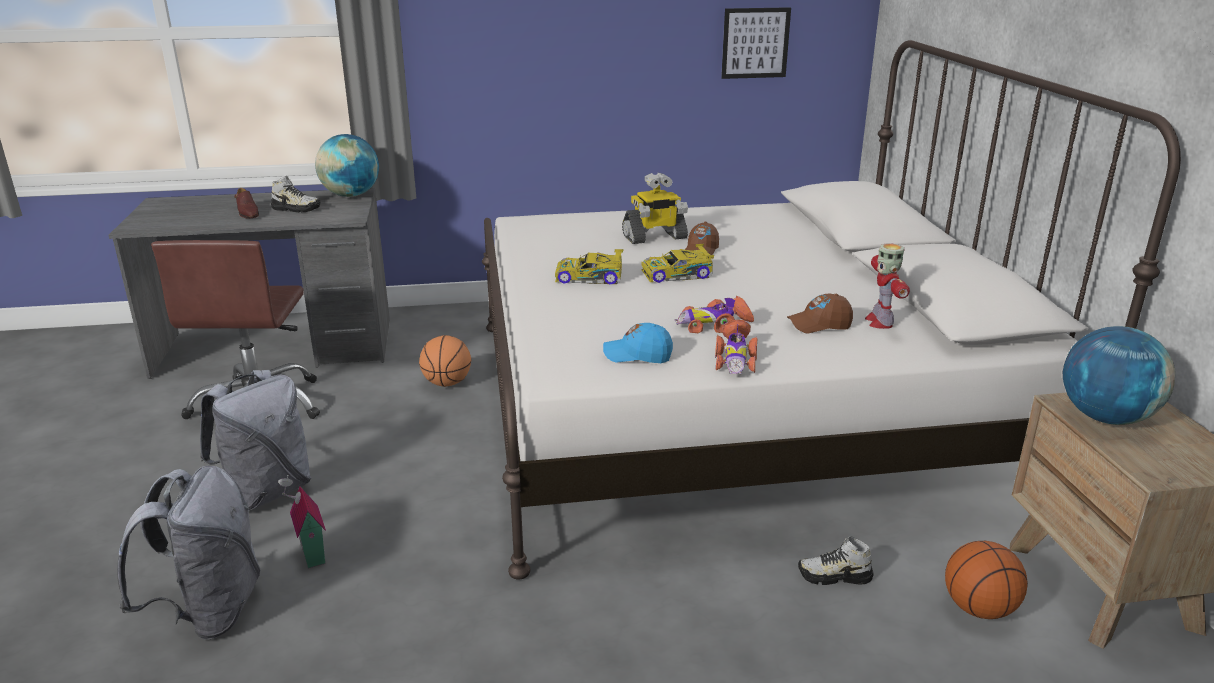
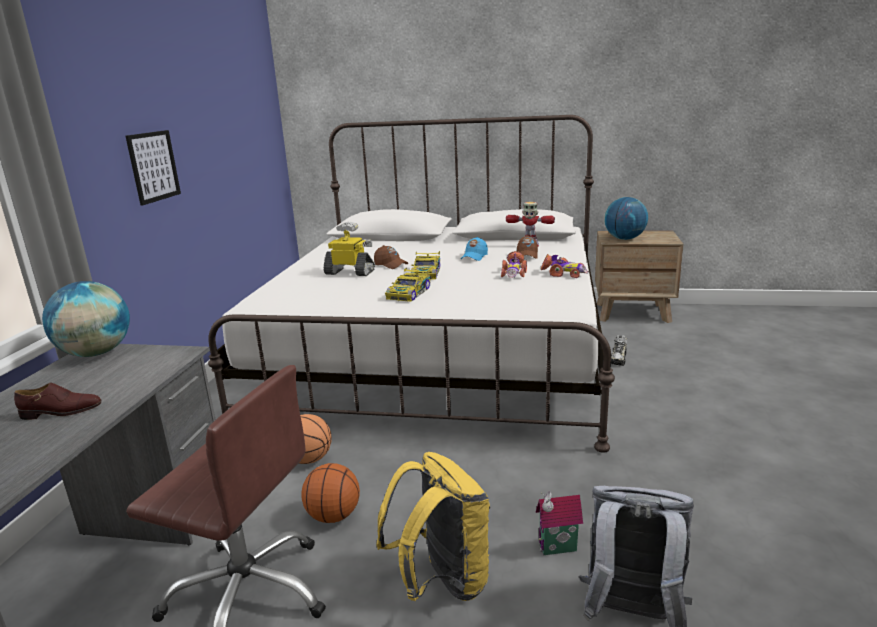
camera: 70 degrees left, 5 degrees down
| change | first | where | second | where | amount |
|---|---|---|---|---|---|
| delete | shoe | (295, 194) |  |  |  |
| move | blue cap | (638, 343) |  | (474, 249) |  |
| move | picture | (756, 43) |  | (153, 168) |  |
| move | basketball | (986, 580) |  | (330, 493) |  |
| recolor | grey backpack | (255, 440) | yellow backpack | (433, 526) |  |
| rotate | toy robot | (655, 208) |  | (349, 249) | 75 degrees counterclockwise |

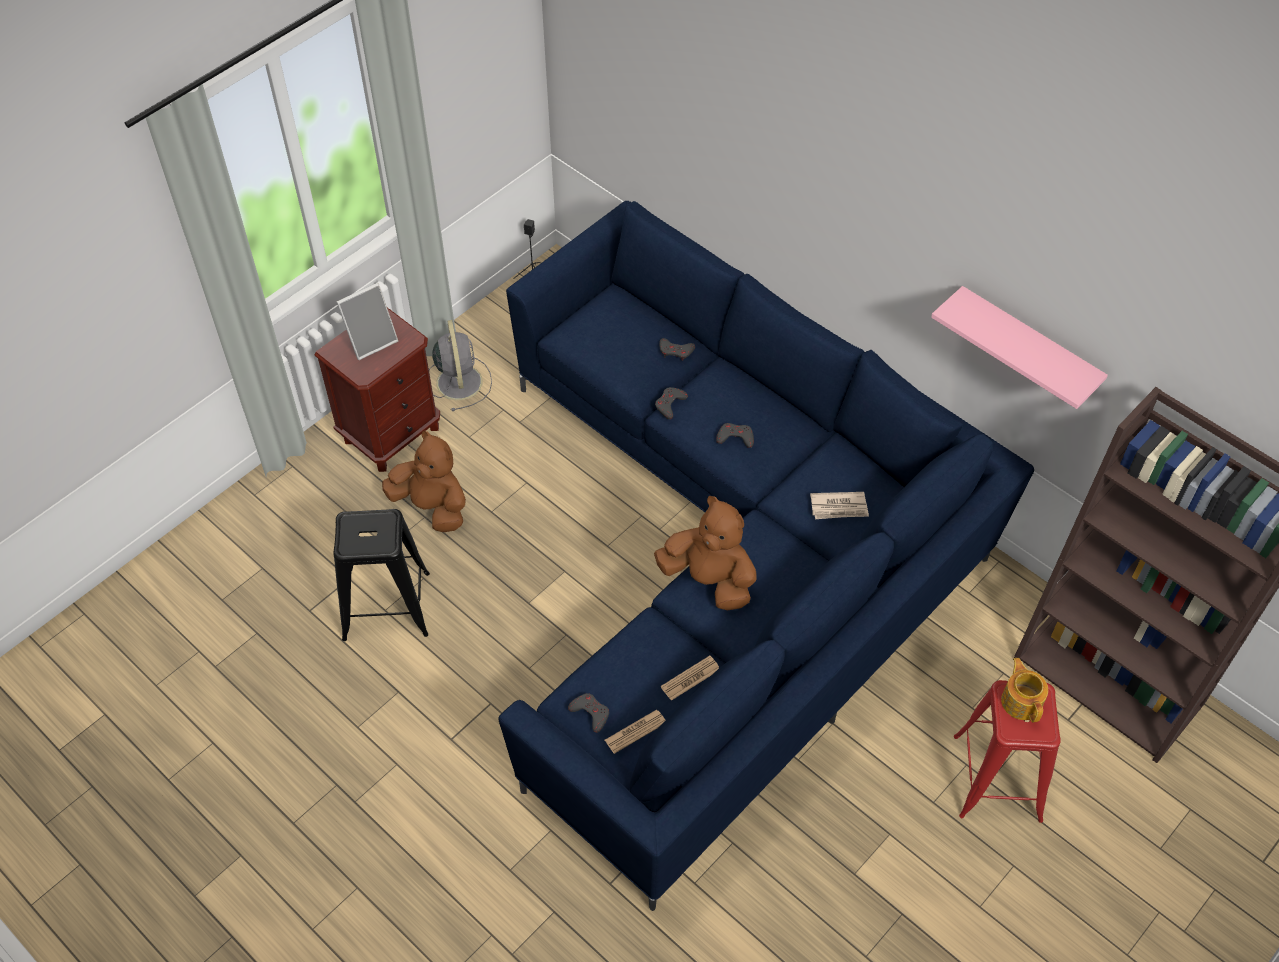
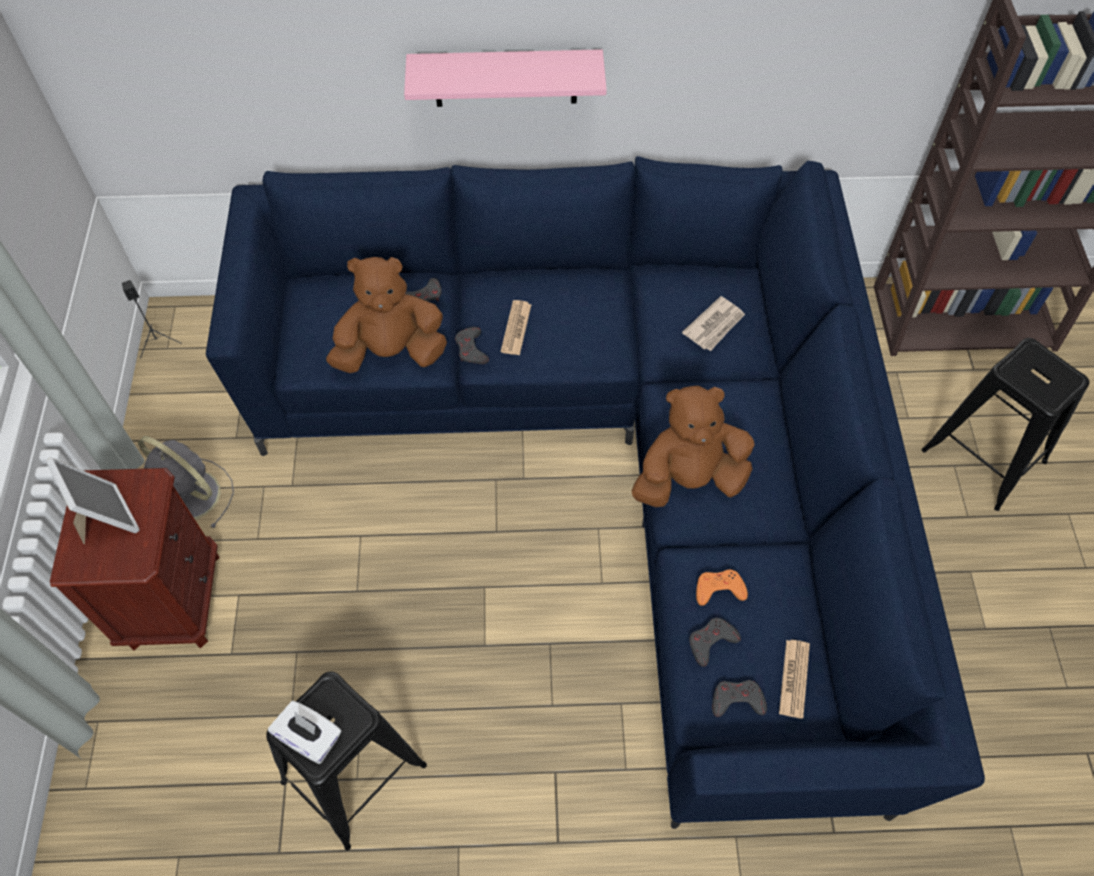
camera: 45 degrees left, 5 degrees up
| change | first | where | second | where | amount |
|---|---|---|---|---|---|
| delete | teapot | (1024, 690) |  |  |  |
| insert |  |  | white tissue box | (304, 732) |  |
| insert |  |  | orange game controller | (722, 587) |  |
| move | brown plush toy | (424, 481) |  | (386, 315) |  |
| move | newspaper | (690, 678) |  | (516, 327) |  |
| move | grey game controller | (735, 435) |  | (715, 642) |  |
| move | pink shelf | (1019, 347) |  | (505, 78) |  |
| recolor | red stool | (1007, 751) | black stool | (1005, 424) |  |
| rotate | picture frame | (367, 321) |  | (93, 500) | 45 degrees counterclockwise |

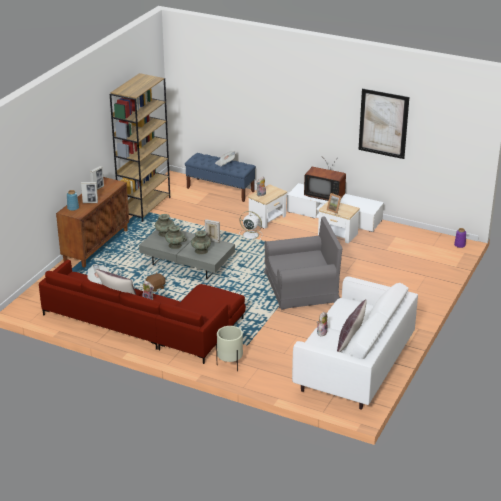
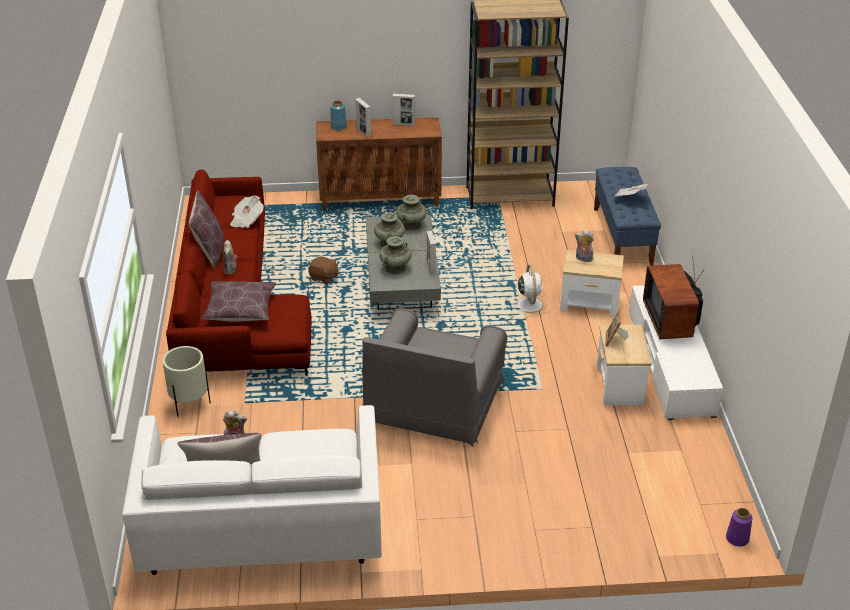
camera: 60 degrees right, 5 degrees up
| change | first | where | second | where | amount |
|---|---|---|---|---|---|
| delete | picture | (383, 123) |  |  |  |
| insert |  |  | brown pillow | (238, 301) |  |
| rotate | grey armchair | (303, 263) |  | (434, 377) | 60 degrees clockwise |

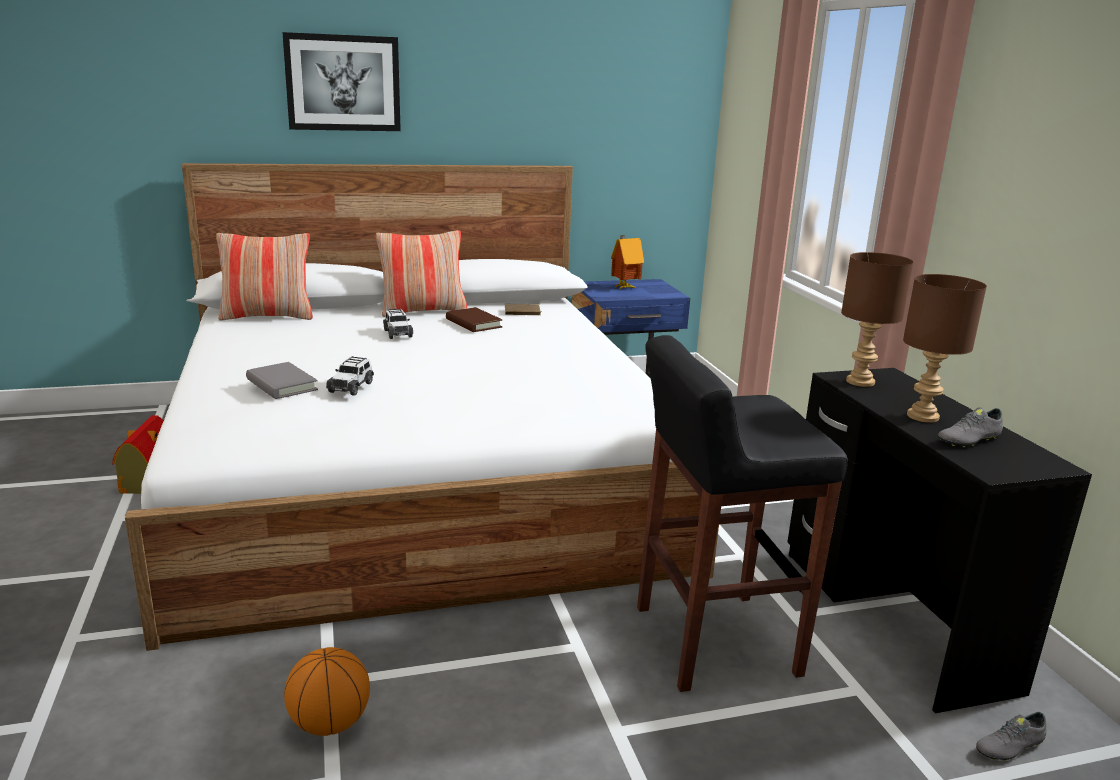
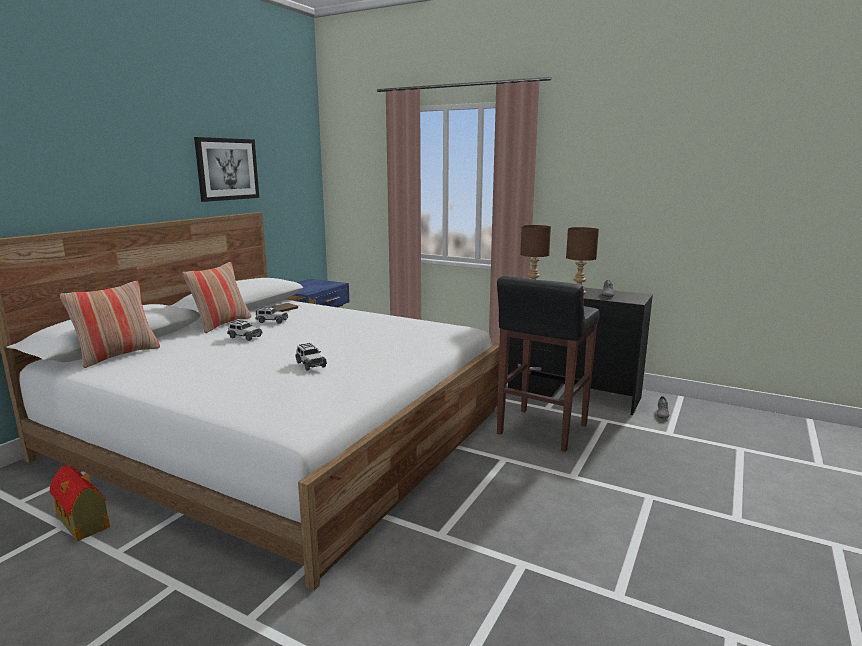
camera: 45 degrees left, 5 degrees down
| change | first | where | second | where | amount |
|---|---|---|---|---|---|
| delete | grey book | (282, 380) |  |  |  |
| delete | basketball | (327, 691) |  |  |  |
| delete | toy house | (627, 262) |  |  |  |
| move | picture | (341, 81) |  | (226, 169) |  |
| replace | brown book | (474, 319) | toy car | (271, 315) |  |

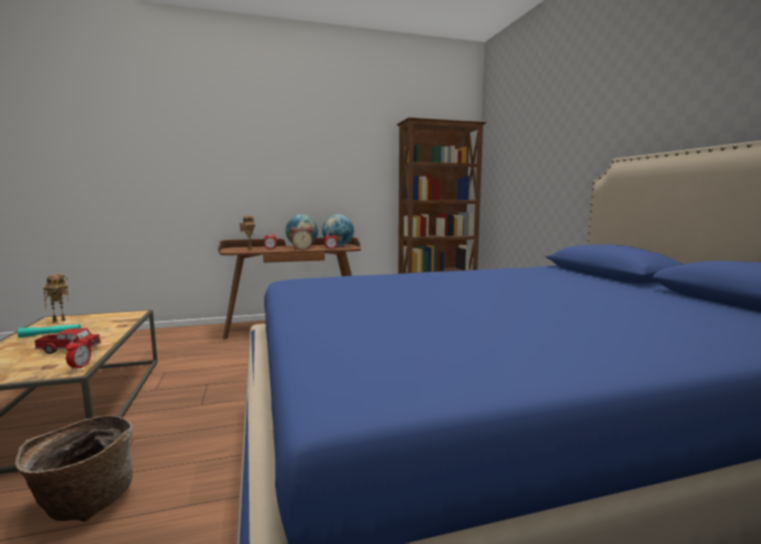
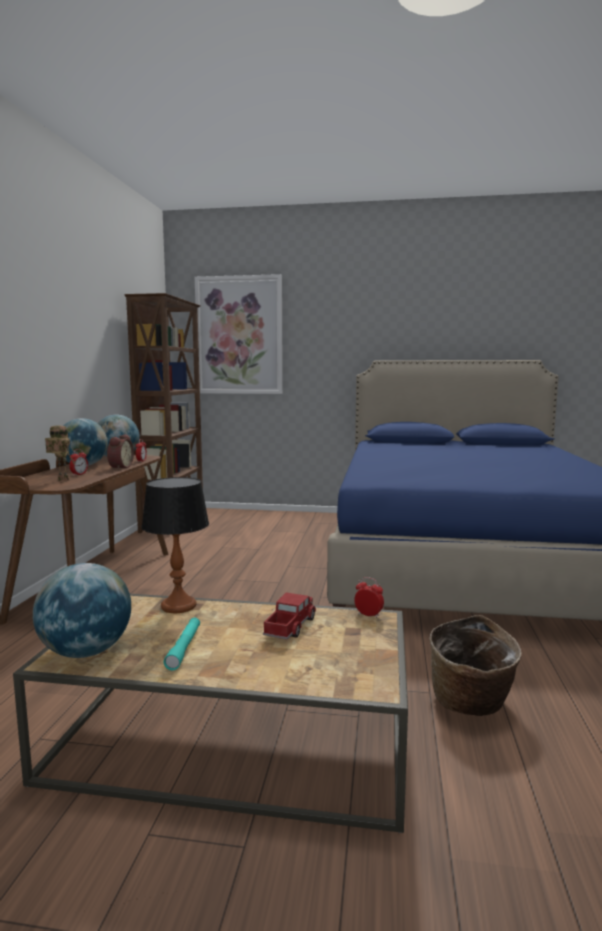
camera: 65 degrees left, 0 degrees up
| change | first | where | second | where | amount |
|---|---|---|---|---|---|
| insert |  |  | table lamp | (175, 545) |  |
| insert |  |  | picture | (239, 334) |  |
| replace | toy robot | (56, 298) | globe | (82, 610) |  |

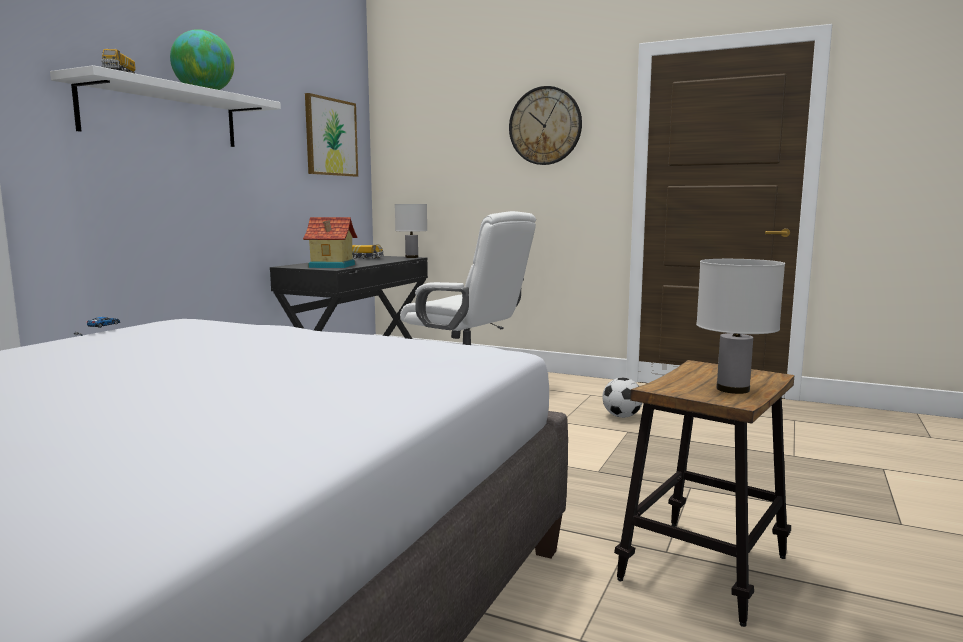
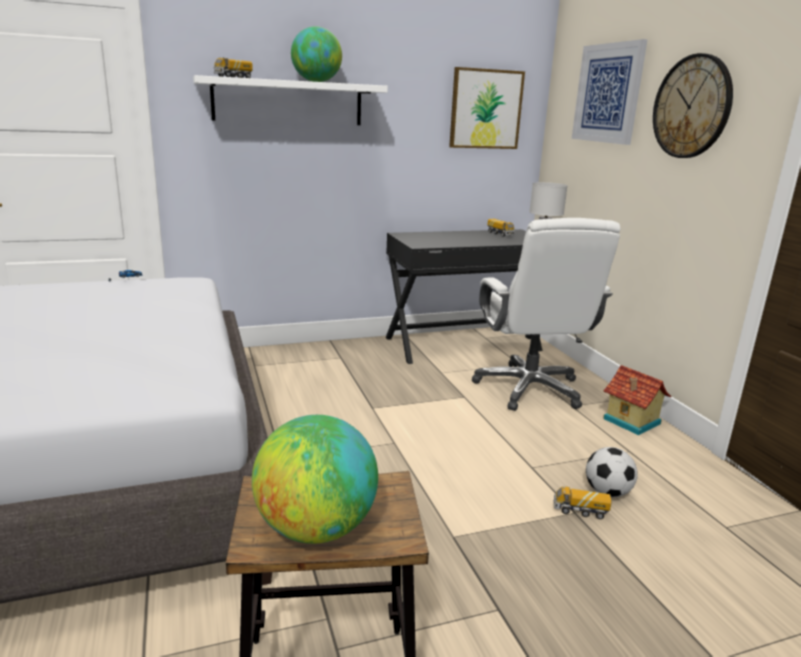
camera: 45 degrees right, 10 degrees up
| change | first | where | second | where | amount |
|---|---|---|---|---|---|
| insert |  |  | toy truck | (583, 502) |  |
| insert |  |  | picture | (610, 92) |  |
| move | toy house | (330, 242) |  | (637, 400) |  |
| replace | white table lamp | (740, 326) | globe | (315, 479) |  |

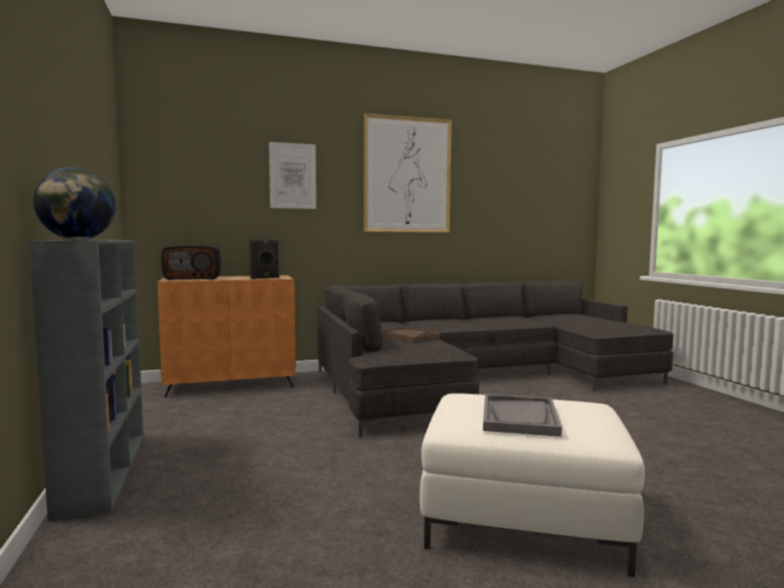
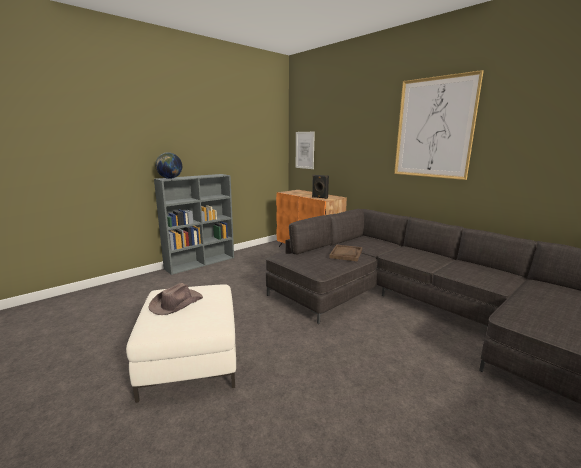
camera: 65 degrees right, 10 degrees up
| change | first | where | second | where | amount |
|---|---|---|---|---|---|
| delete | radio | (191, 262) |  |  |  |
| move | picture | (292, 175) |  | (305, 150) |  |
| replace | grey tray | (522, 415) | brown hat | (175, 299) |  |

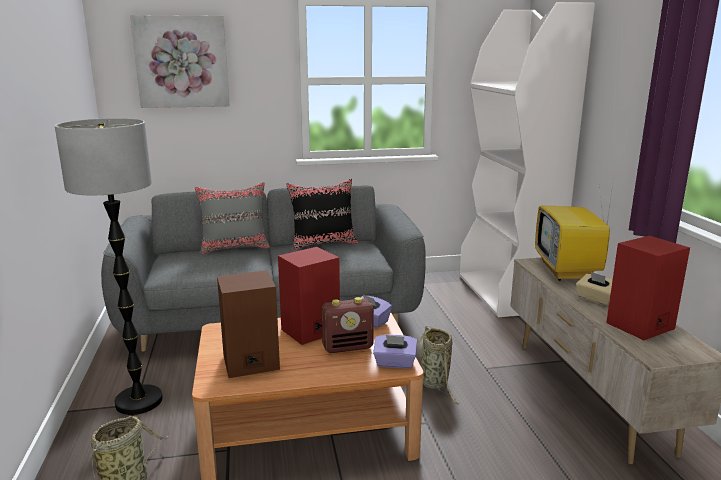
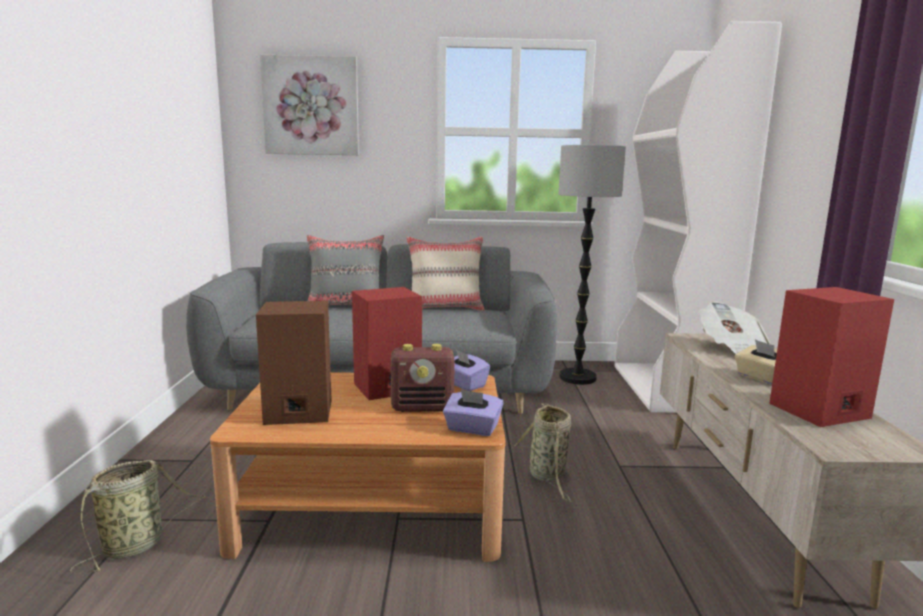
camera: 10 degrees right, 5 degrees down
| change | first | where | second | where | amount |
|---|---|---|---|---|---|
| move | floor lamp | (109, 266) |  | (592, 265) |  |
| replace | television | (574, 229) | newspaper | (734, 327) |  |
| recolor | black pillow | (322, 214) | beige pillow | (446, 274) |  |

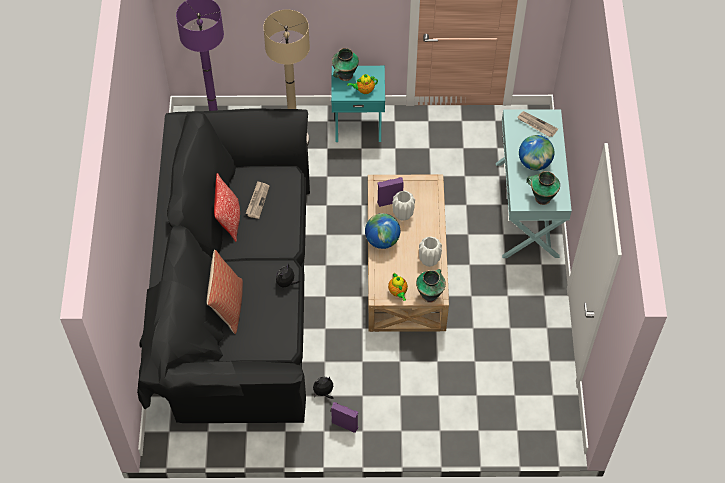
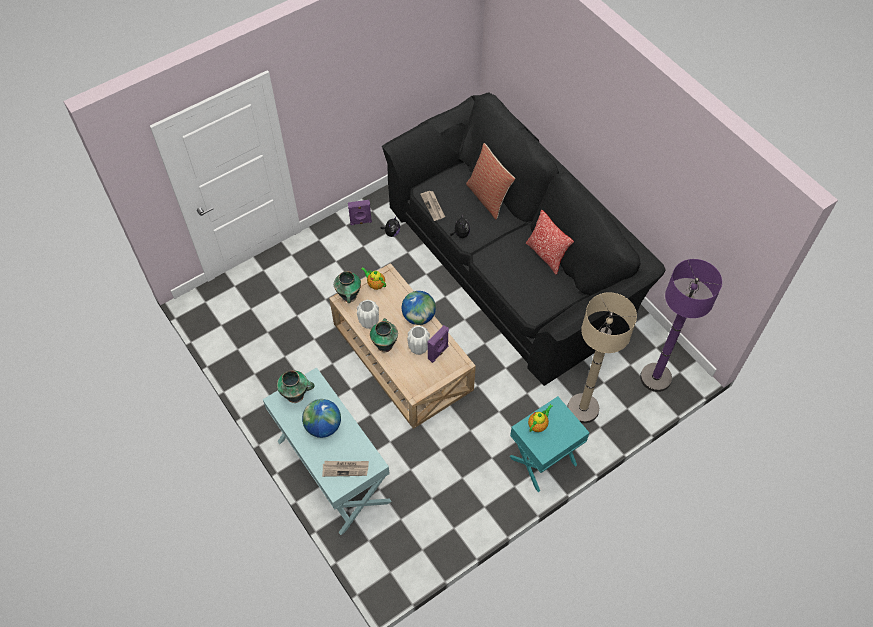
camera: 145 degrees right, 0 degrees up
| change | first | where | second | where | amount |
|---|---|---|---|---|---|
| move | newspaper | (257, 200) |  | (432, 206) |  |
| move | vase | (345, 64) |  | (384, 335) |  |

